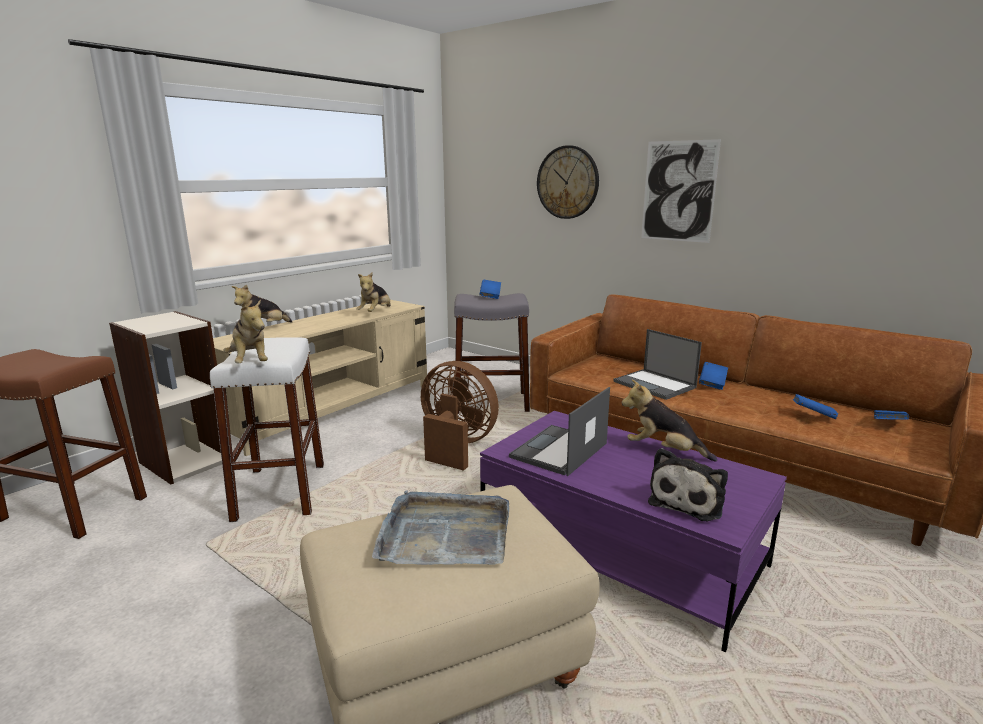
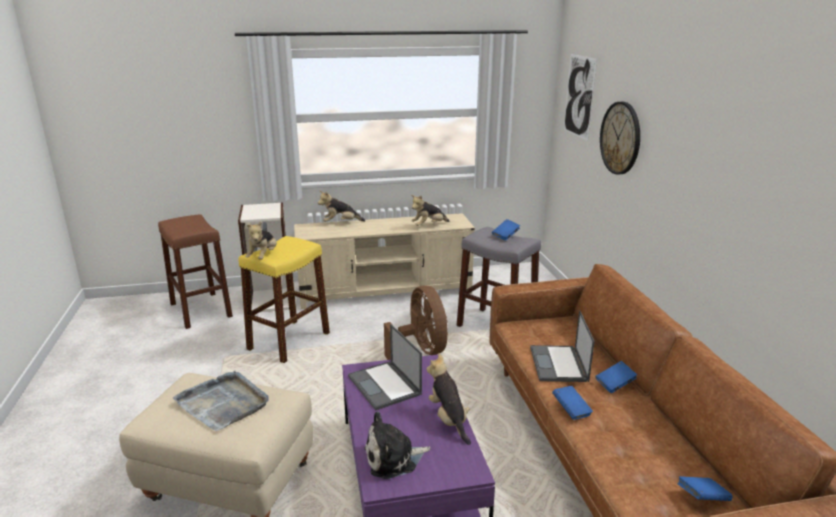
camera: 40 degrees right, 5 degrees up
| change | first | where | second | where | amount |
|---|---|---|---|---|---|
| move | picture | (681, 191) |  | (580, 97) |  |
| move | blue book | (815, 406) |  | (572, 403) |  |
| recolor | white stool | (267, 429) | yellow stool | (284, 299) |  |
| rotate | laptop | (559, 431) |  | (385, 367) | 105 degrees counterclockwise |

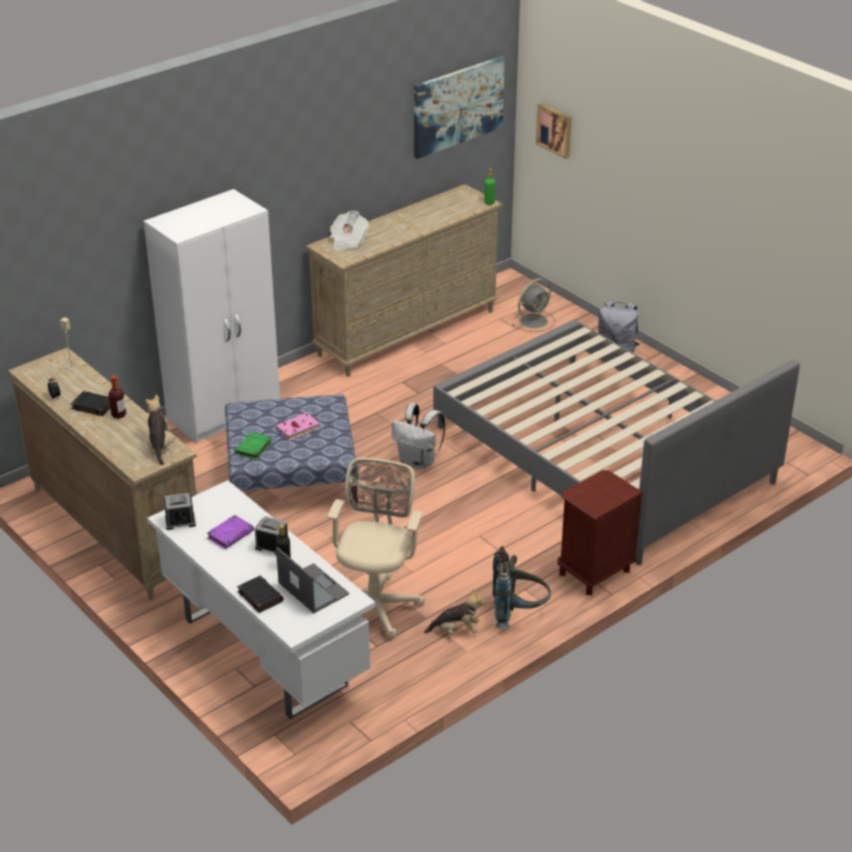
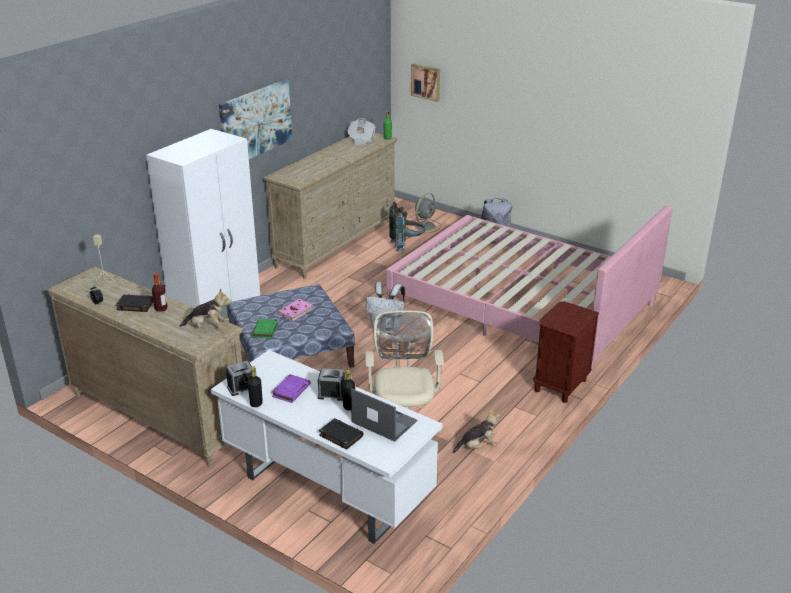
camera: 15 degrees left, 5 degrees down
| change | first | where | second | where | amount |
|---|---|---|---|---|---|
| insert |  |  | black bottle | (255, 387) |  |
| move | newspaper | (349, 230) |  | (361, 131) |  |
| move | picture | (459, 107) |  | (255, 119) |  |
| move | grey backpack | (521, 587) |  | (407, 227) |  |
| recolor | grey bed | (616, 442) | pink bed | (529, 290) |  |
| rotate | plush toy | (159, 429) |  | (205, 308) | 120 degrees clockwise |

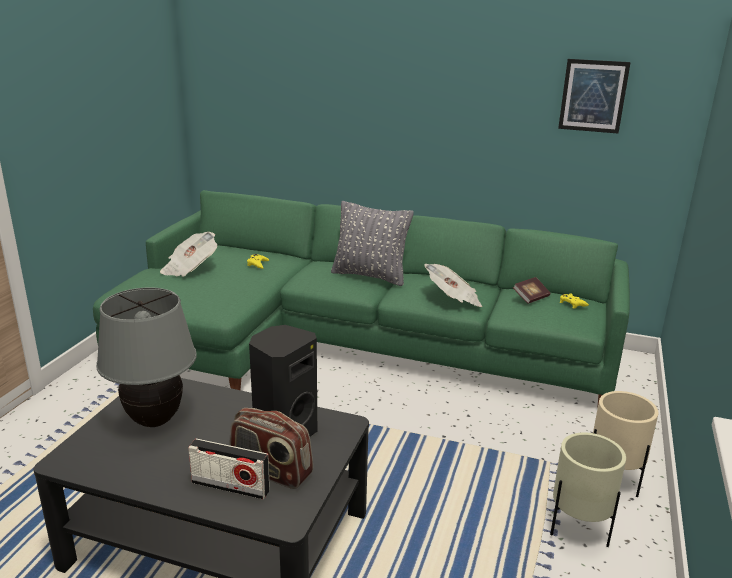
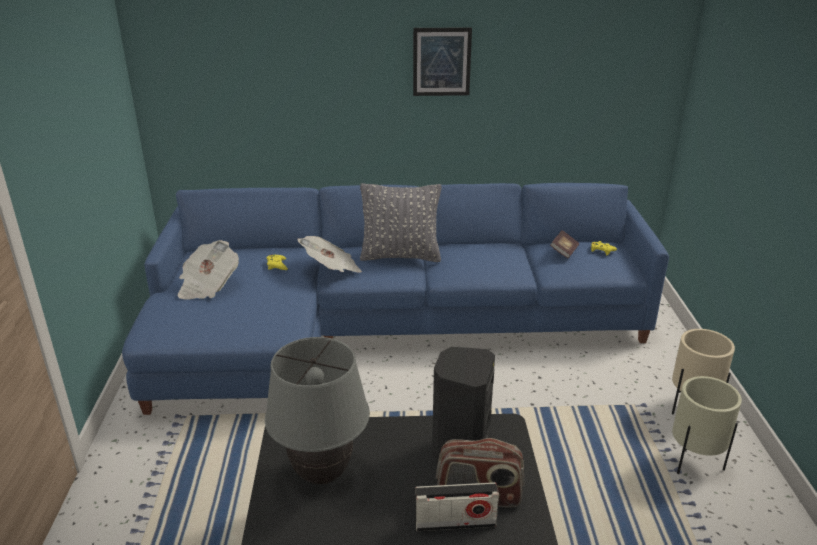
camera: 20 degrees left, 5 degrees up
| change | first | where | second | where | amount |
|---|---|---|---|---|---|
| move | newspaper | (453, 285) |  | (329, 254) |  |
| move | picture | (594, 96) |  | (442, 61) |  |
| recolor | green sofa | (361, 299) | blue sofa | (395, 299) |  |

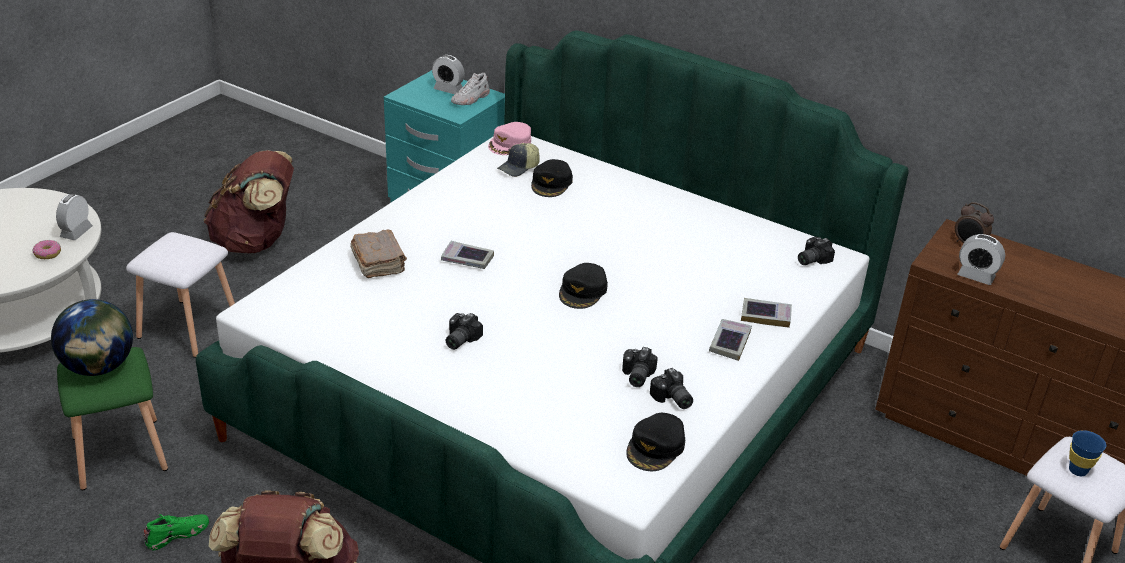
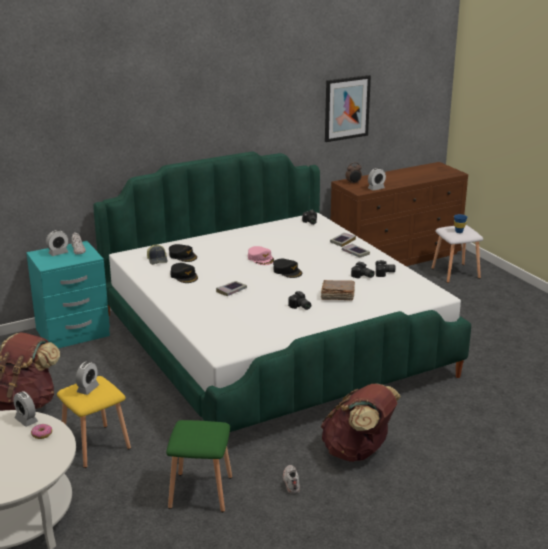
camera: 60 degrees left, 10 degrees down
| change | first | where | second | where | amount |
|---|---|---|---|---|---|
| delete | globe | (92, 337) |  |  |  |
| insert |  |  | alarm clock | (87, 378) |  |
| insert |  |  | picture | (348, 108) |  |
| move | brown book | (378, 254) |  | (338, 290) |  |
| move | pink cap | (509, 138) |  | (261, 255) |  |
| move | black cap | (655, 442) |  | (184, 273) |  |
| recolor | white stool | (180, 295) | yellow stool | (94, 422) |  |
| recolor | green shoe | (176, 532) | white shoe | (291, 479) |  |

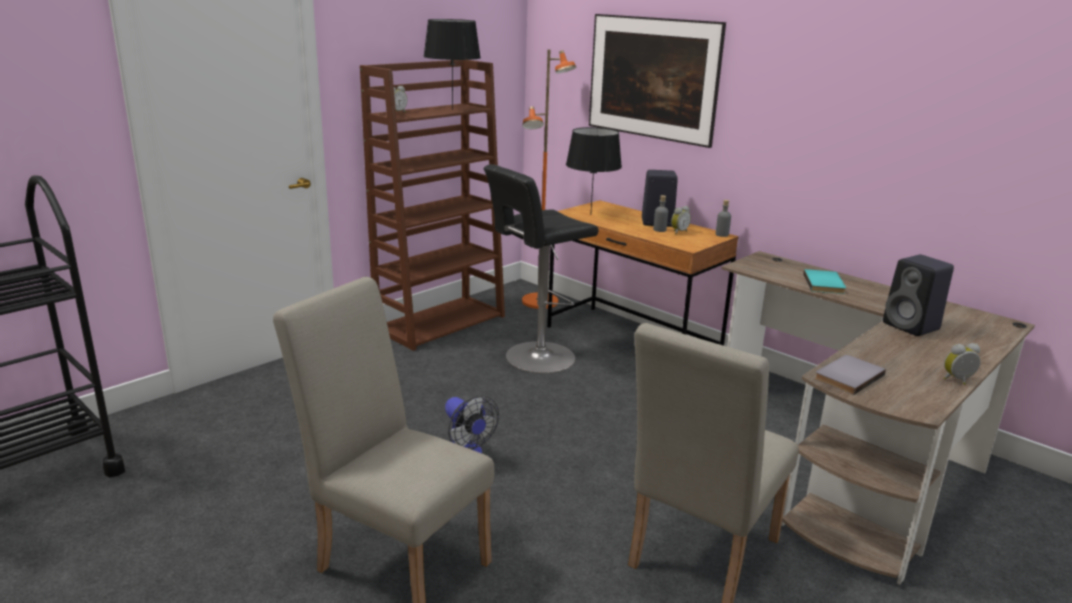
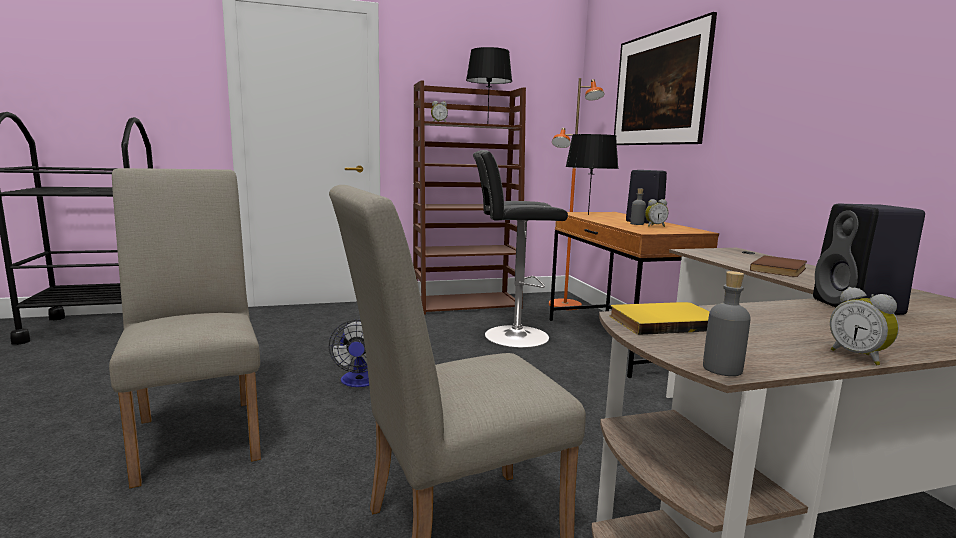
camera: 30 degrees right, 10 degrees down
| change | first | where | second | where | amount |
|---|---|---|---|---|---|
| move | grey bottle | (723, 218) |  | (727, 323) |  |
| recolor | turquoise book | (824, 281) | brown book | (778, 266) |  |
| recolor | grey book | (850, 375) | yellow book | (660, 318) |  |
| rotate | alarm clock | (962, 364) |  | (864, 326) | 135 degrees counterclockwise |

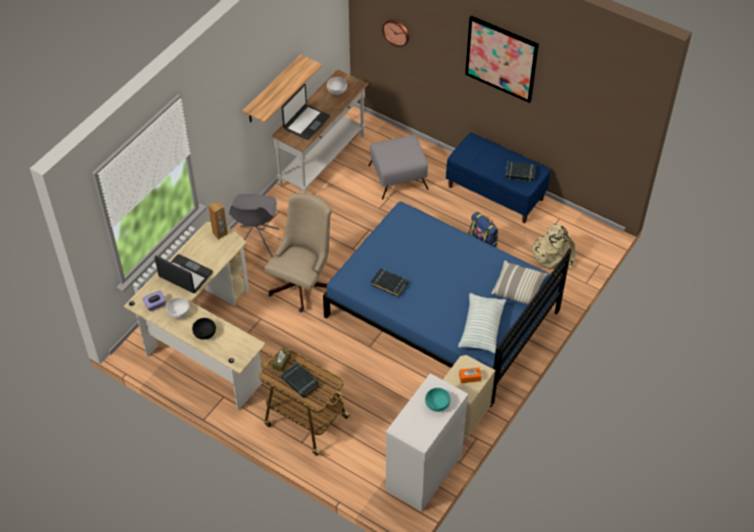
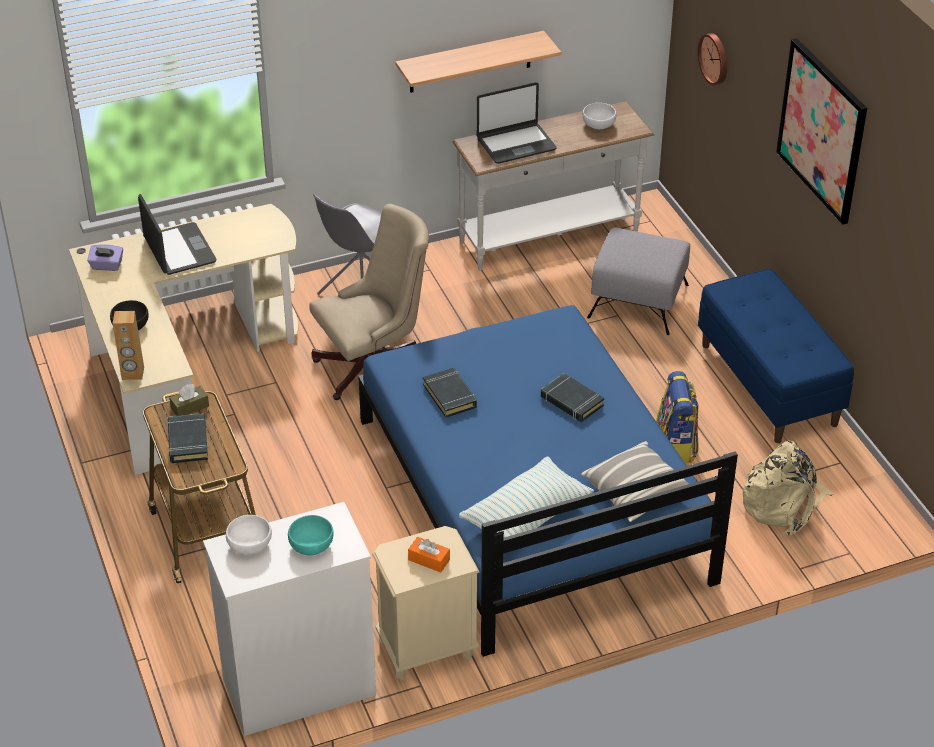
camera: 35 degrees right, 10 degrees down
| change | first | where | second | where | amount |
|---|---|---|---|---|---|
| move | white bowl | (178, 308) |  | (249, 535) |  |
| move | brown speaker | (218, 220) |  | (128, 345) |  |
| move | black book | (520, 171) |  | (572, 397) |  |

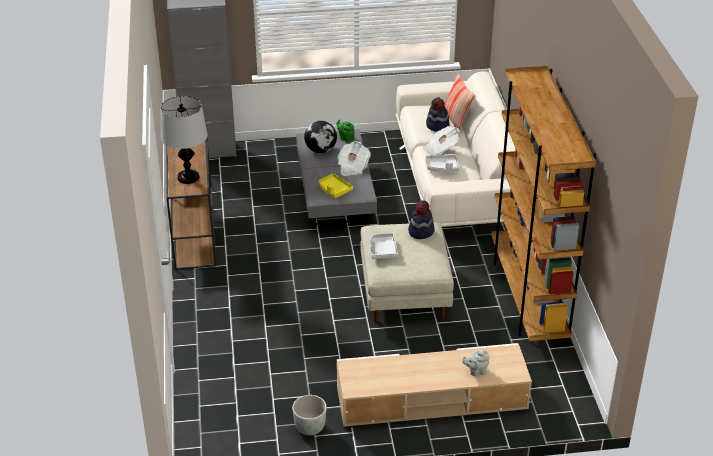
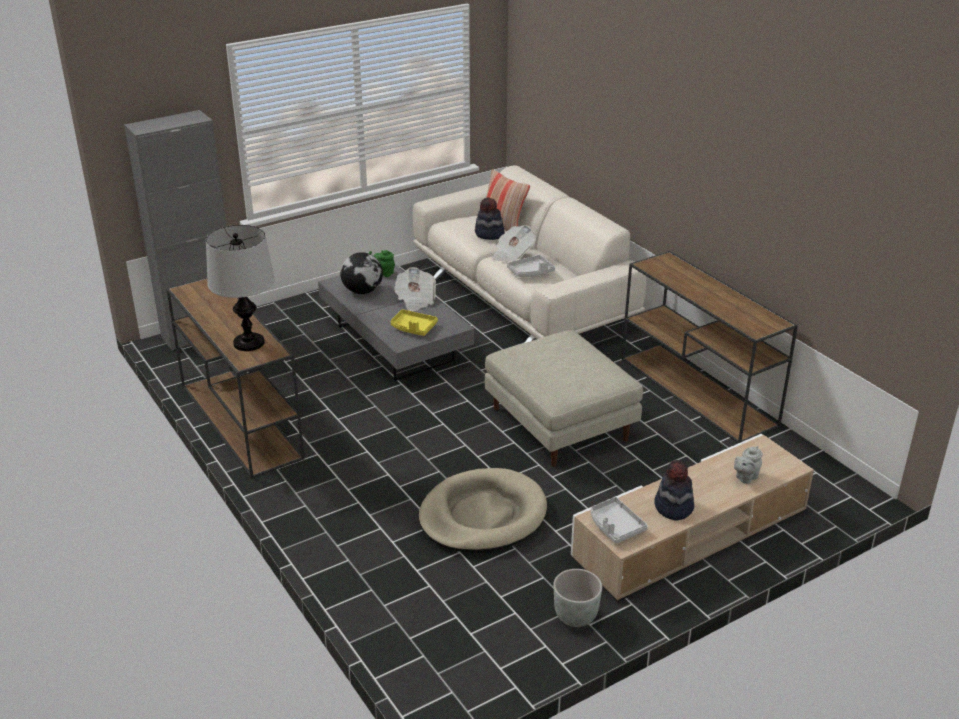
camera: 25 degrees left, 5 degrees down
| change | first | where | second | where | amount |
|---|---|---|---|---|---|
| insert |  |  | beige dog bed | (483, 510) |  |
| move | grey tray | (384, 246) |  | (619, 520) |  |
| move | hat | (421, 219) |  | (674, 490) |  |
| replace | brown bookcase | (543, 205) | brown console table | (710, 347) |  |

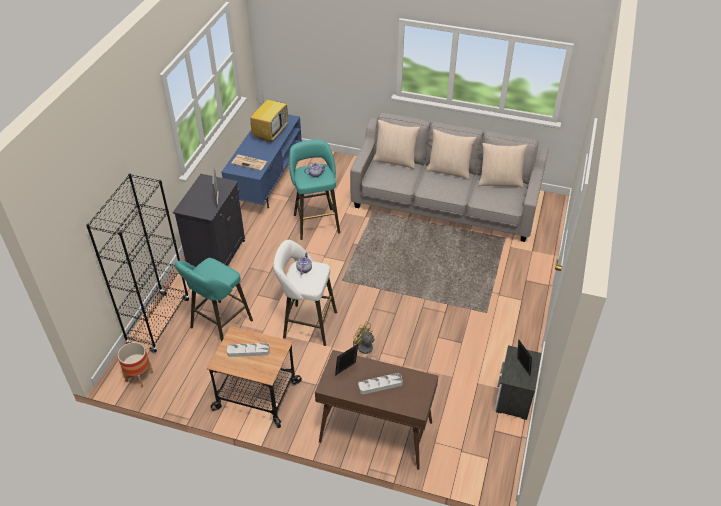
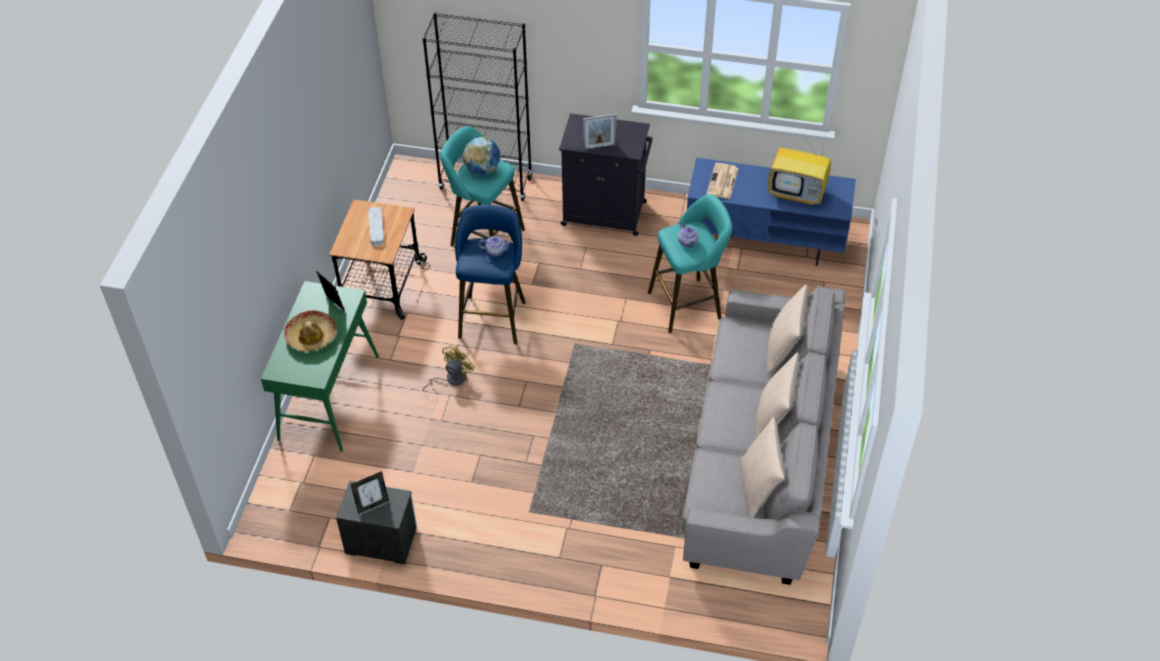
camera: 85 degrees right, 5 degrees up
| change | first | where | second | where | amount |
|---|---|---|---|---|---|
| delete | planter | (135, 364) |  |  |  |
| insert |  |  | globe | (481, 156) |  |
| replace | grey tray | (380, 383) | hat | (310, 331) |  |
| recolor | white stool | (305, 293) | blue stool | (490, 274) |  |
| recolor | brown console table | (376, 410) | green console table | (320, 366) |  |

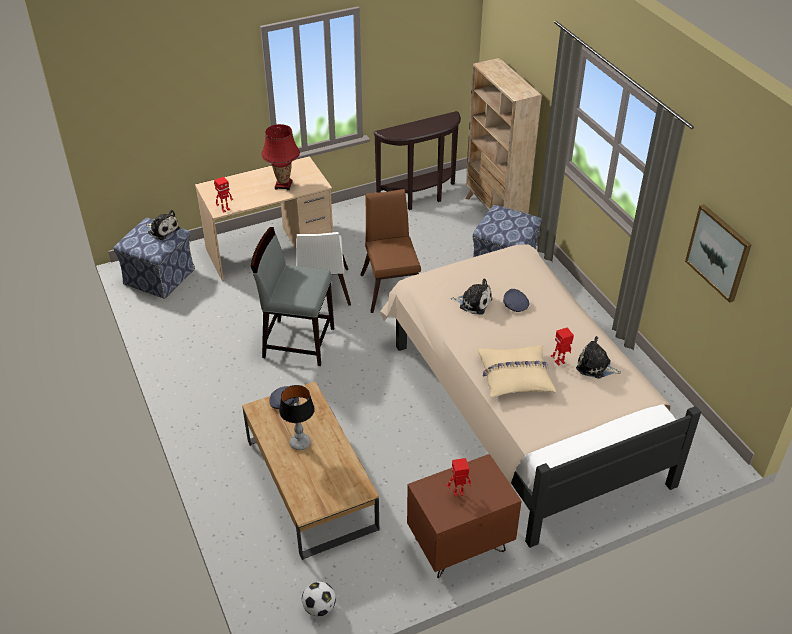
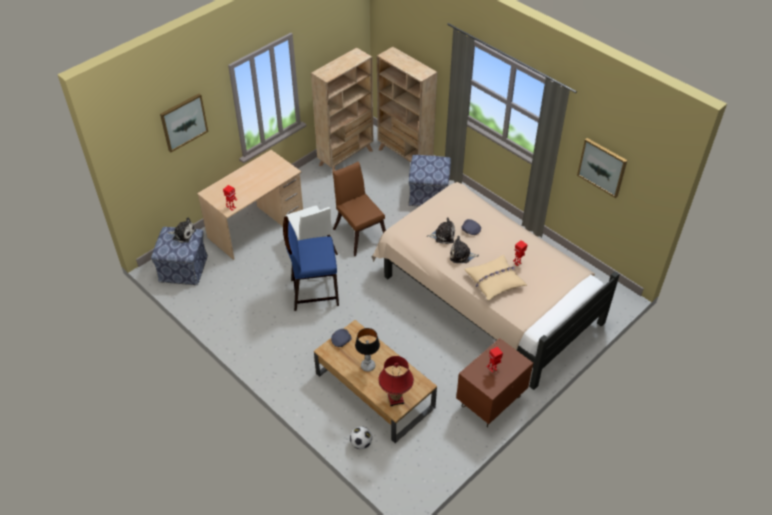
camera: 20 degrees left, 5 degrees up
| change | first | where | second | where | amount |
|---|---|---|---|---|---|
| insert |  |  | picture | (184, 123) |  |
| move | red table lamp | (280, 157) |  | (396, 381) |  |
| move | football | (319, 598) |  | (361, 437) |  |
| move | plush toy | (598, 357) |  | (464, 249) |  |
| replace | brown console table | (417, 160) | beige bookcase | (342, 110) |  |
| recolor | grey chair | (292, 296) | blue chair | (311, 263) |  |

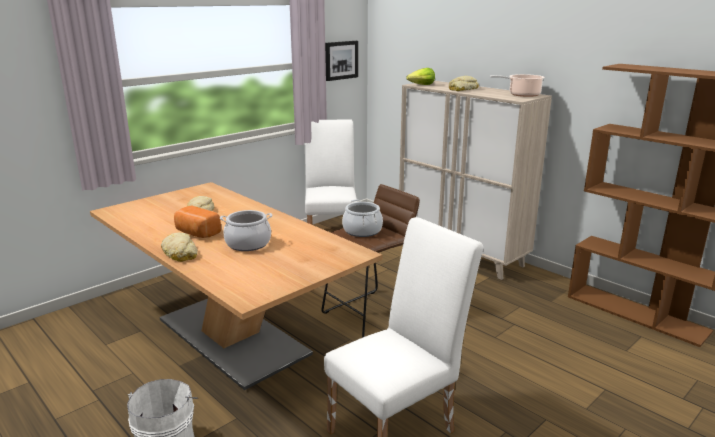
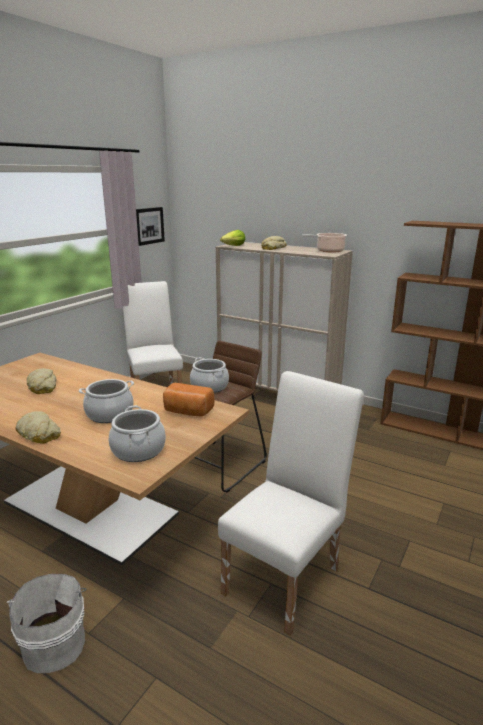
camera: 15 degrees left, 0 degrees up
| change | first | where | second | where | amount |
|---|---|---|---|---|---|
| insert |  |  | cooking pot | (137, 433) |  |
| move | bread | (197, 222) |  | (188, 400) |  |

